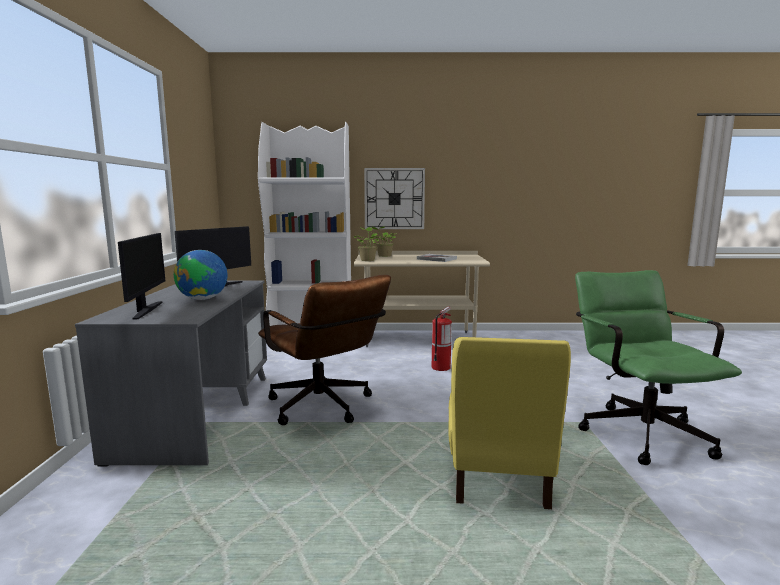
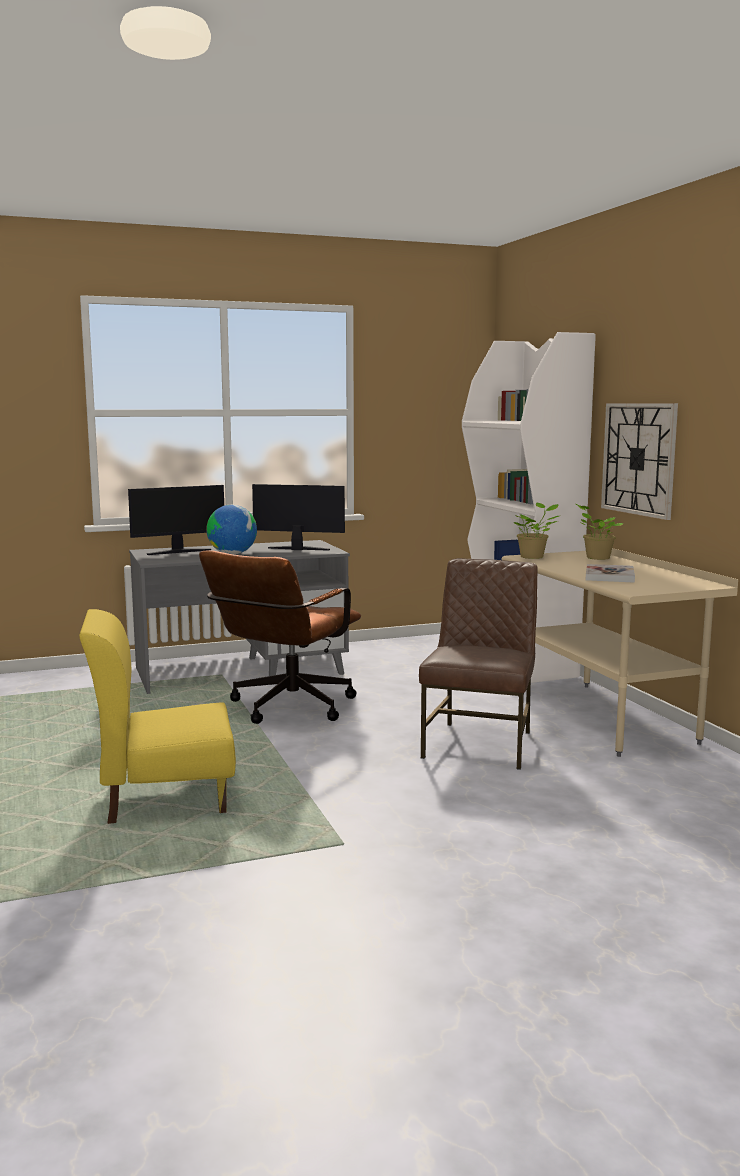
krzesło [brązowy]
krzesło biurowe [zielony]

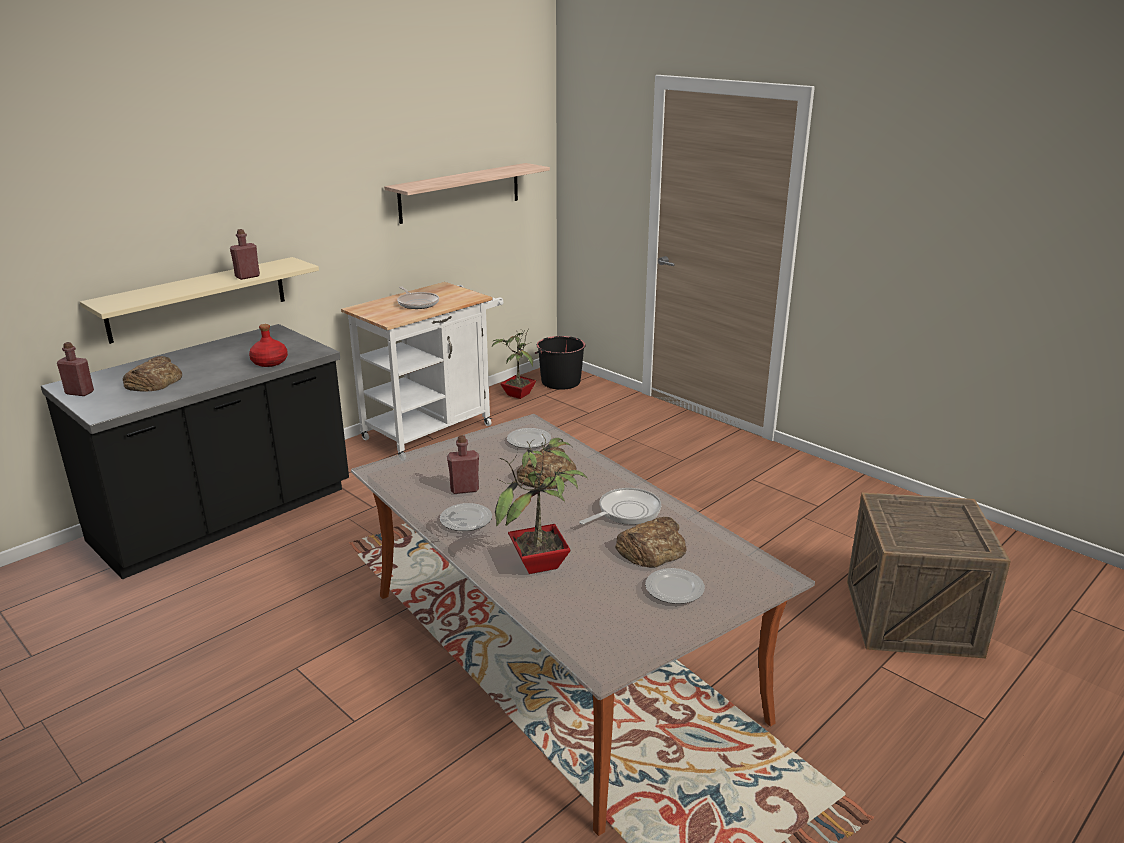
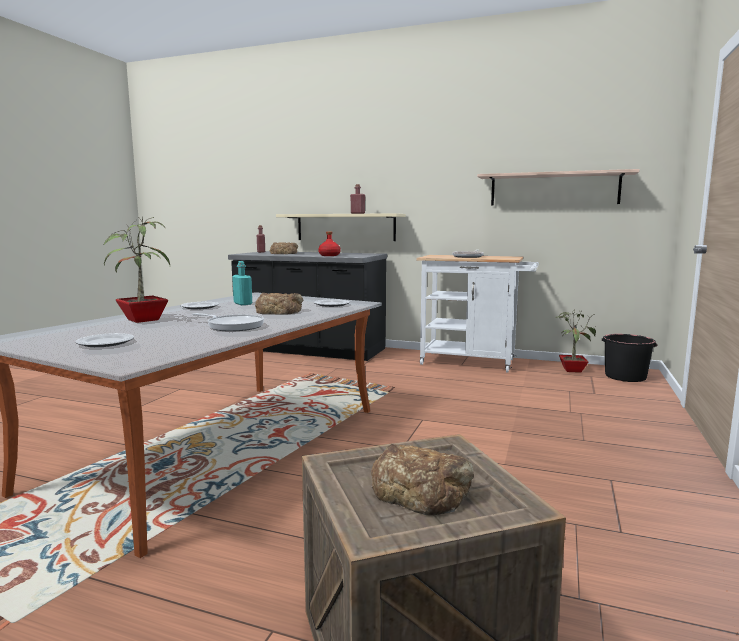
butelka [turkusowy]
chleb (no. 3 from left)

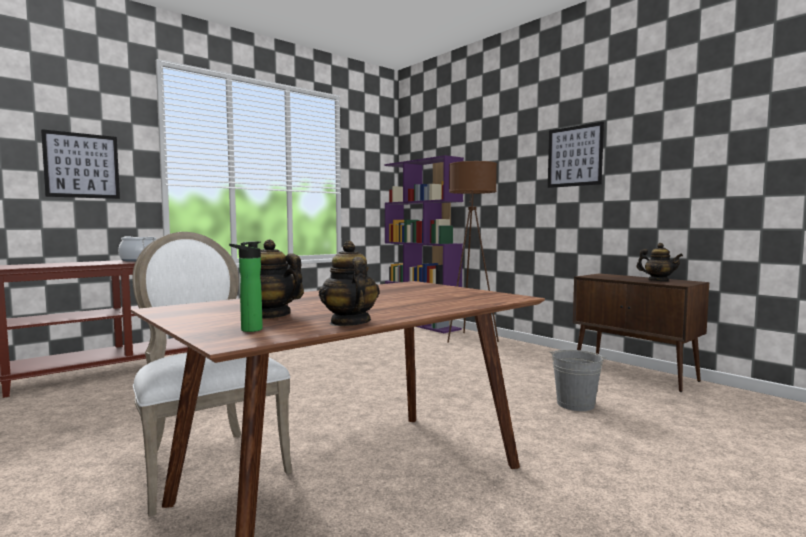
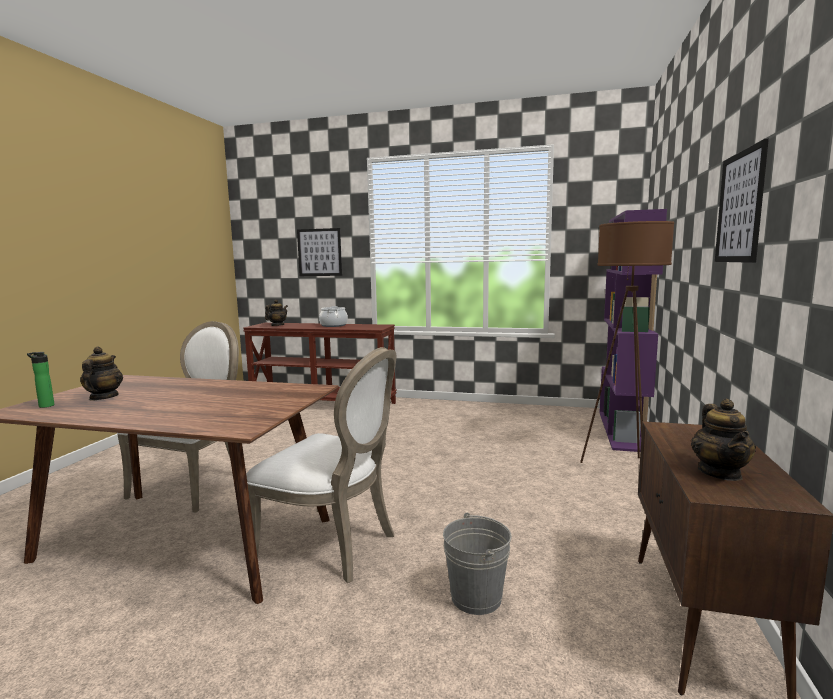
imbryk (no. 2 from left)
krzesło [biały] (no. 2 from left)

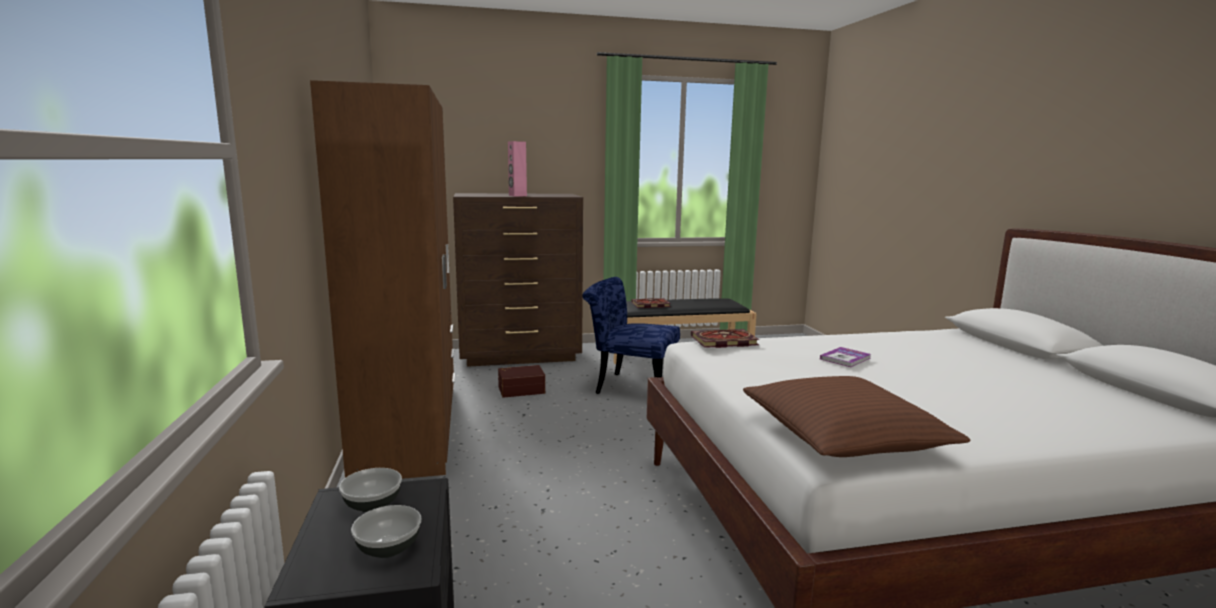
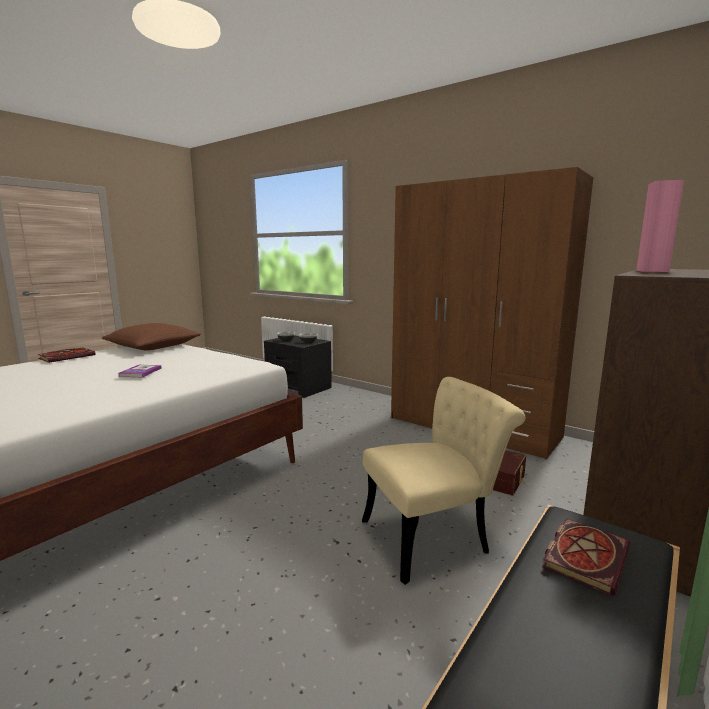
krzesło [beżowy]
książka (no. 1 from left)

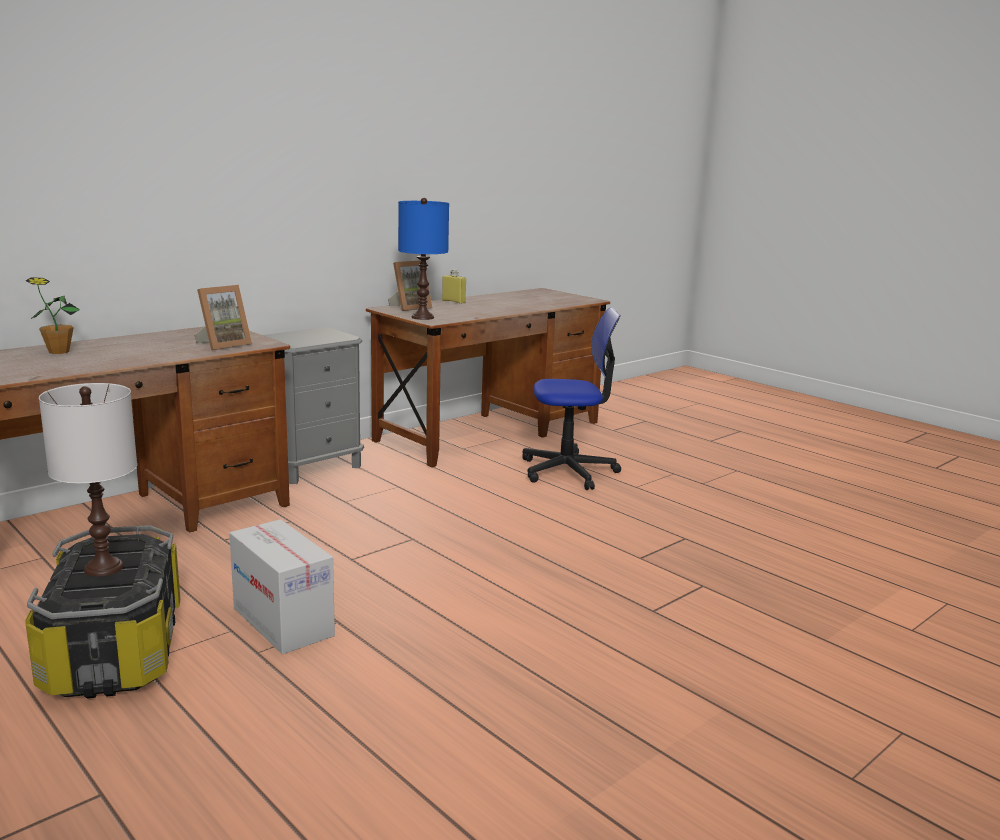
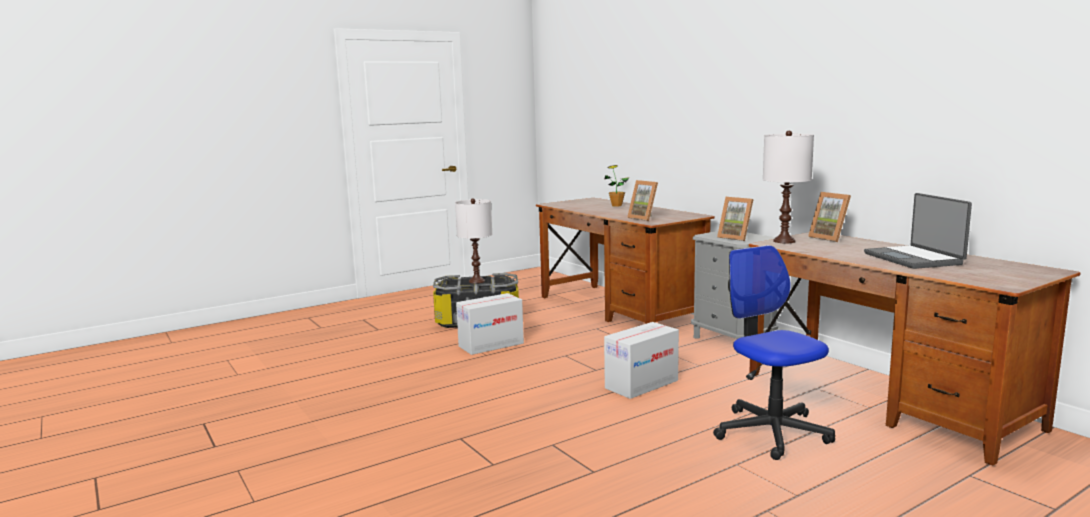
lampa stołowa [biały] (no. 2 from left)
butelka [żółty]
krzesło biurowe
karton (no. 2 from left)
ramka na zdjęcie (no. 2 from left)
laptop

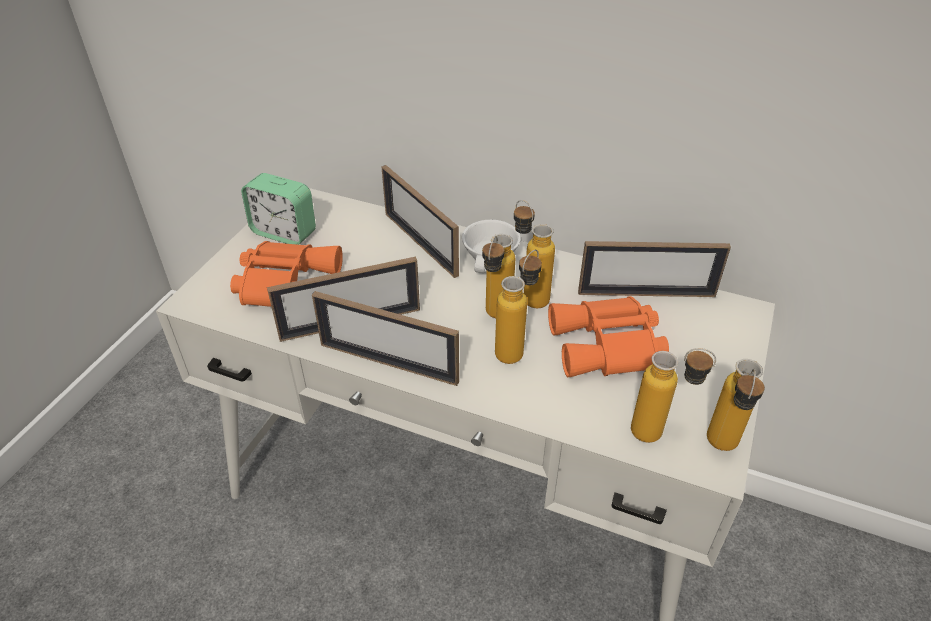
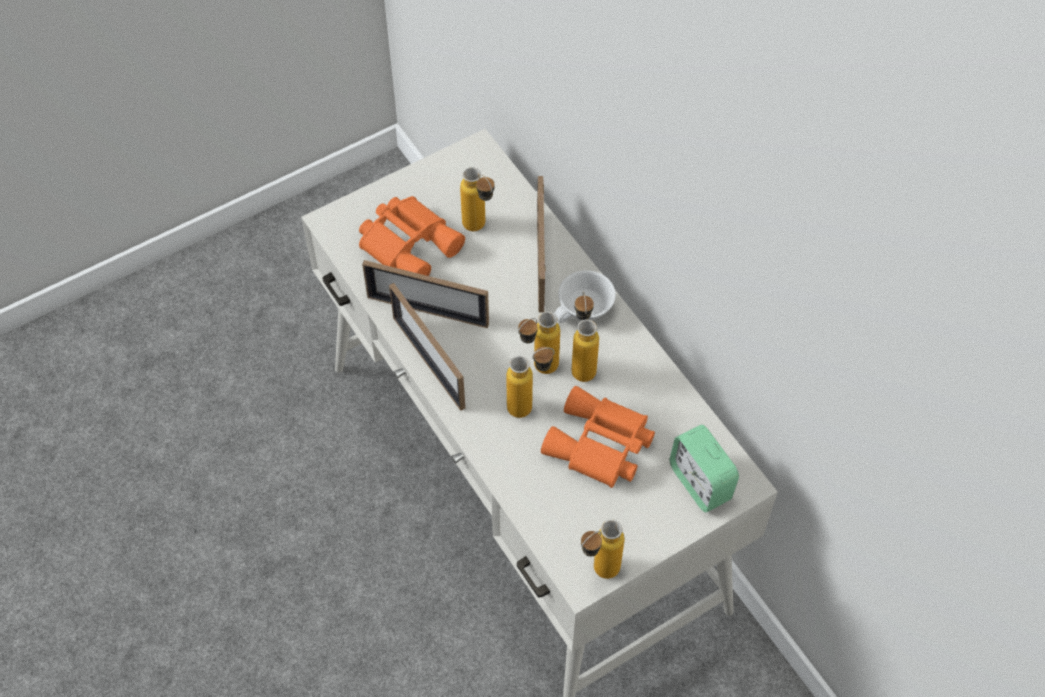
budzik
ramka na zdjęcie (no. 4 from left in the first image)
butelka (no. 1 from left)

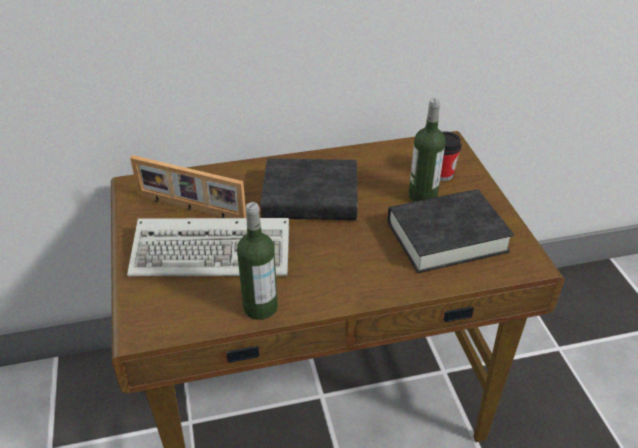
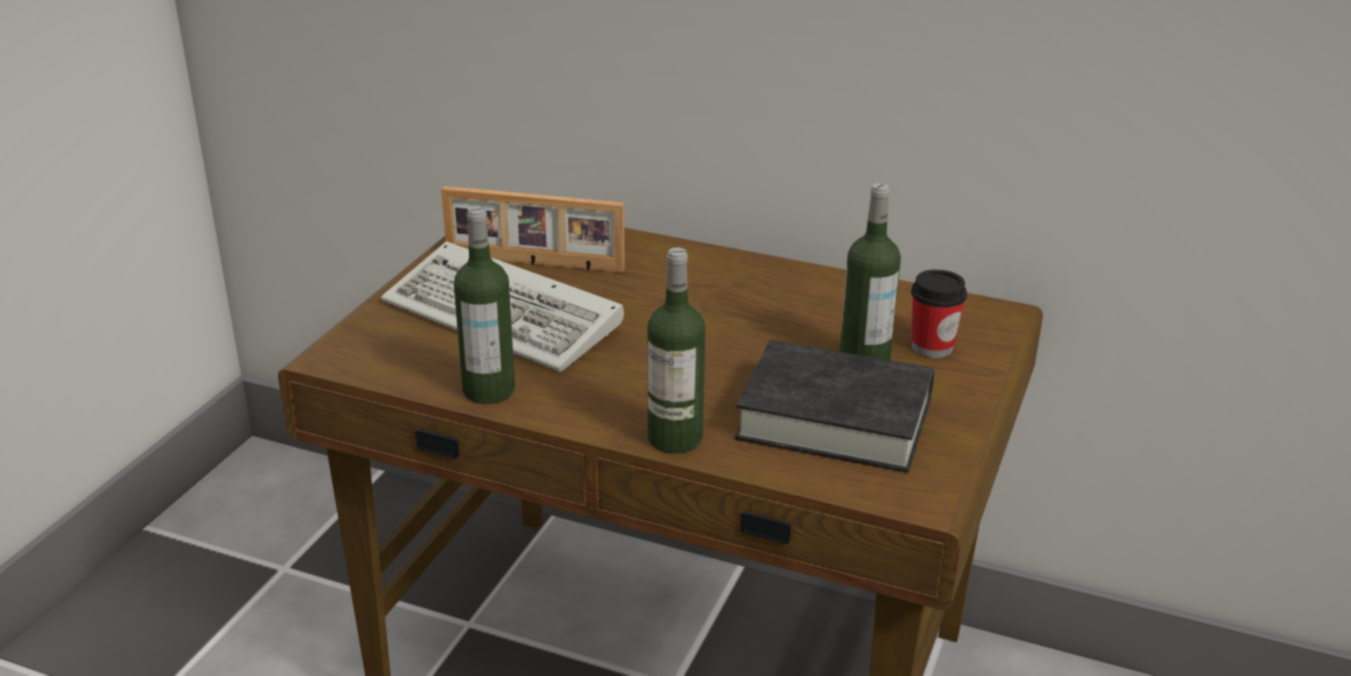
ramka na zdjęcie
książka [czarny] (no. 1 from left in the first image)
butelka (no. 2 from left)

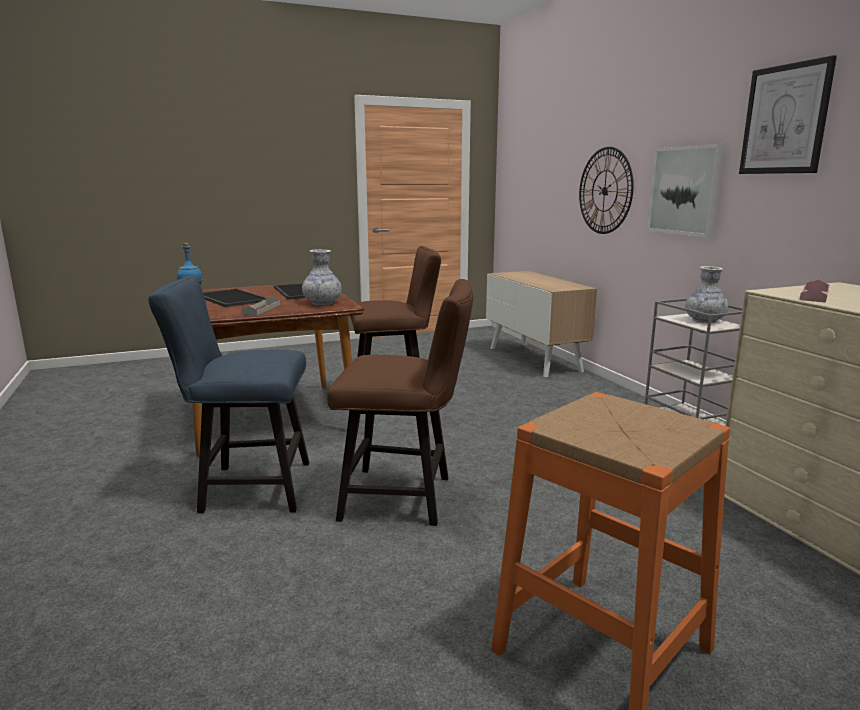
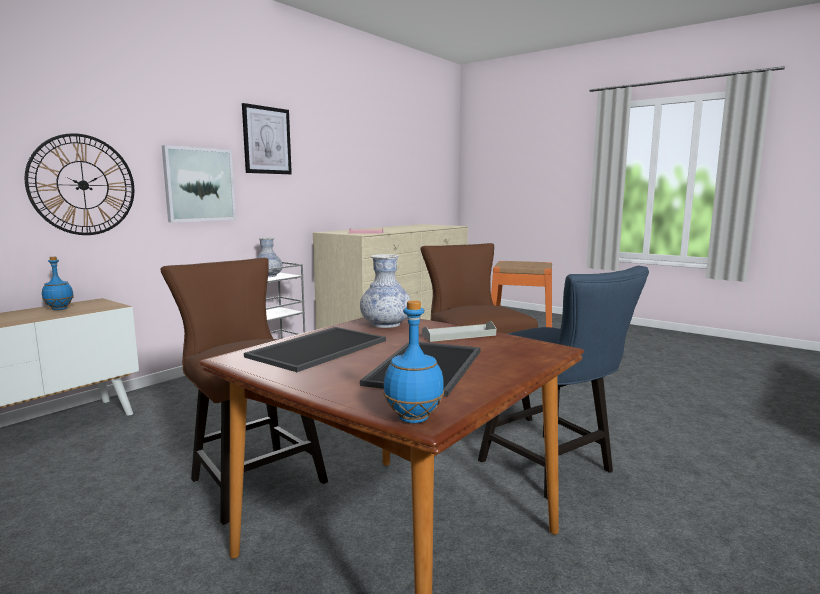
butelka [niebieski] (no. 1 from left)

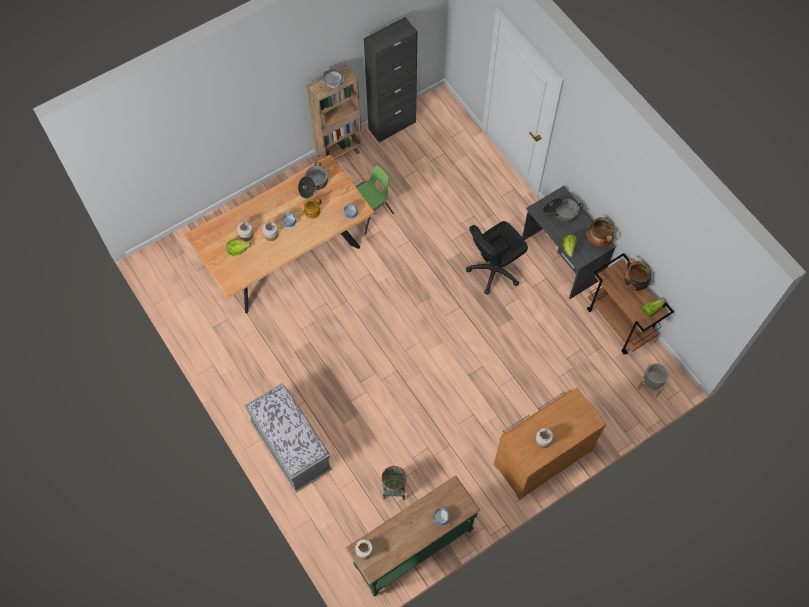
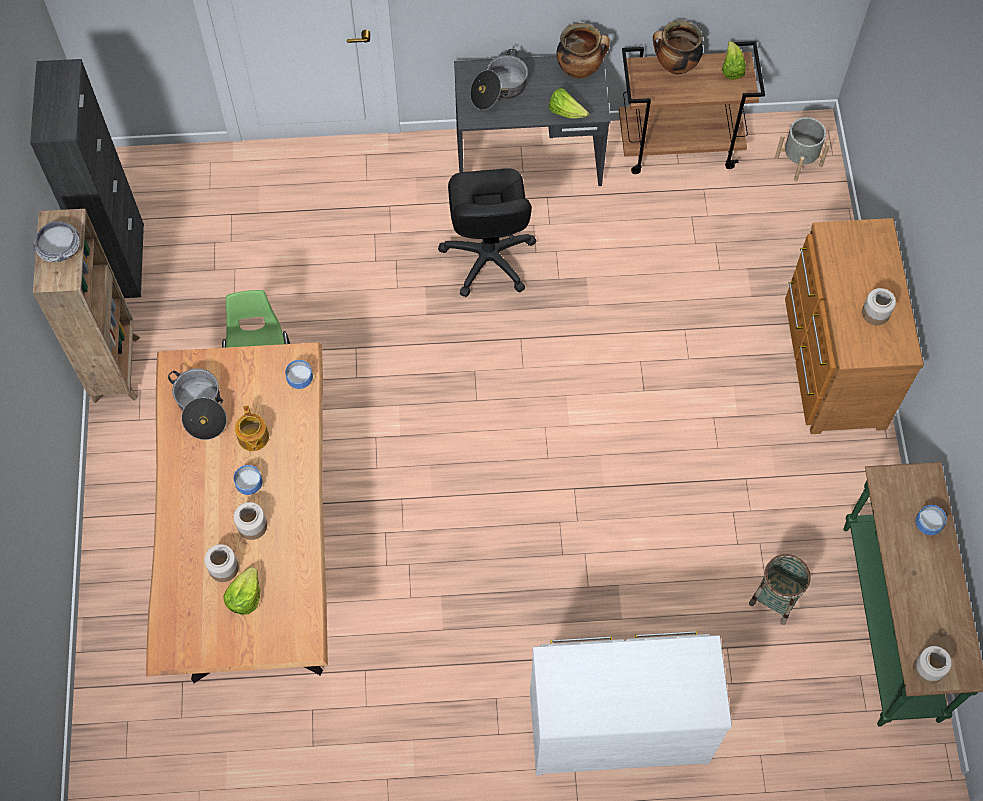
komoda [biały]

